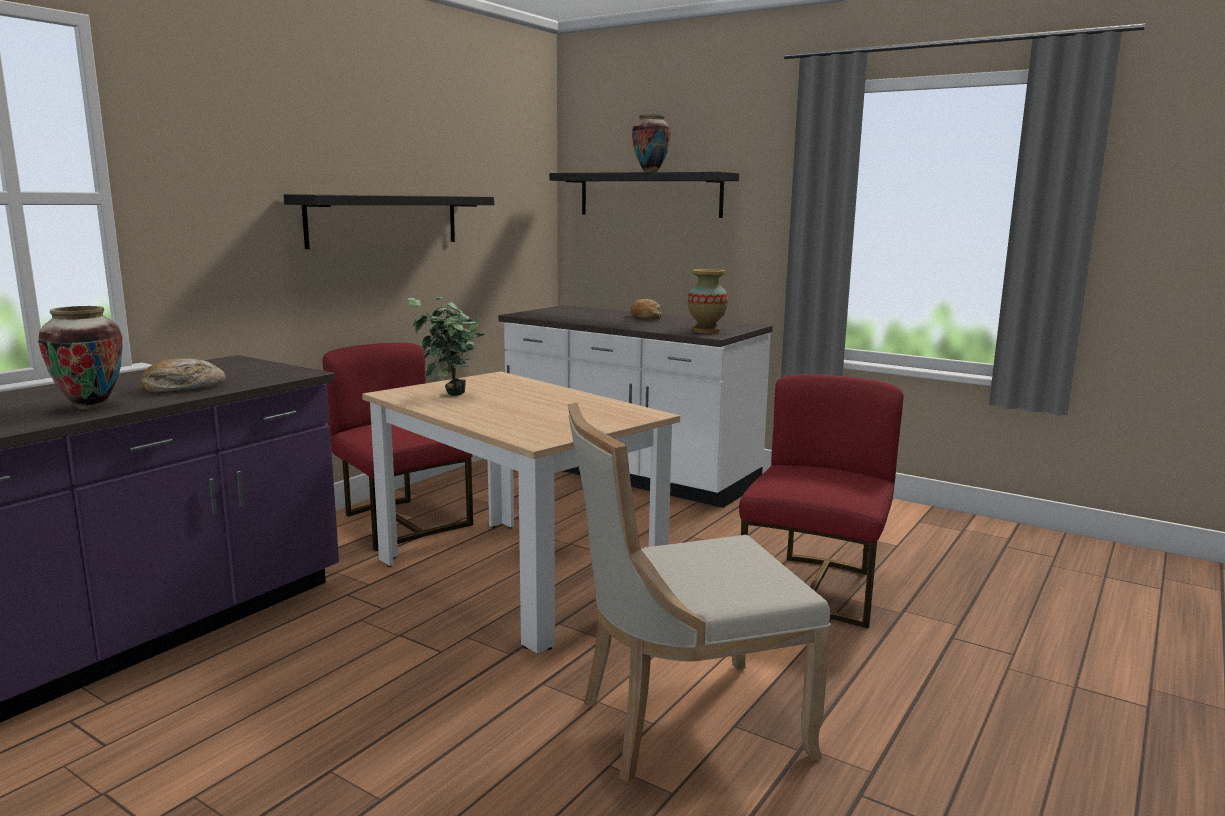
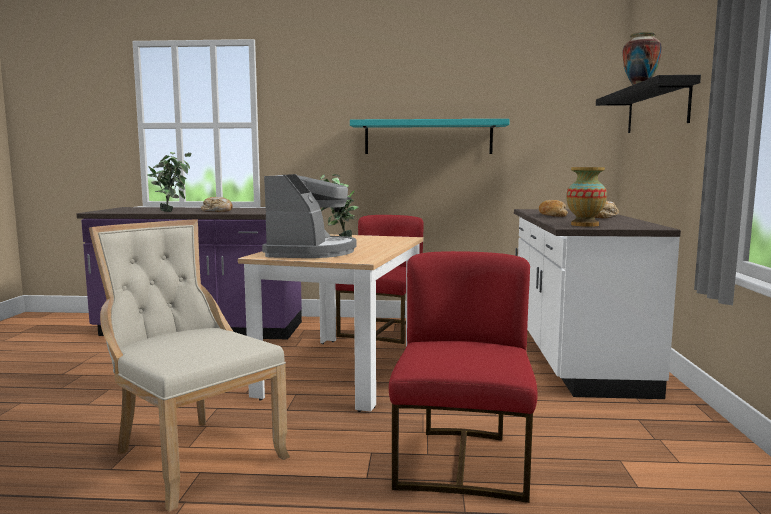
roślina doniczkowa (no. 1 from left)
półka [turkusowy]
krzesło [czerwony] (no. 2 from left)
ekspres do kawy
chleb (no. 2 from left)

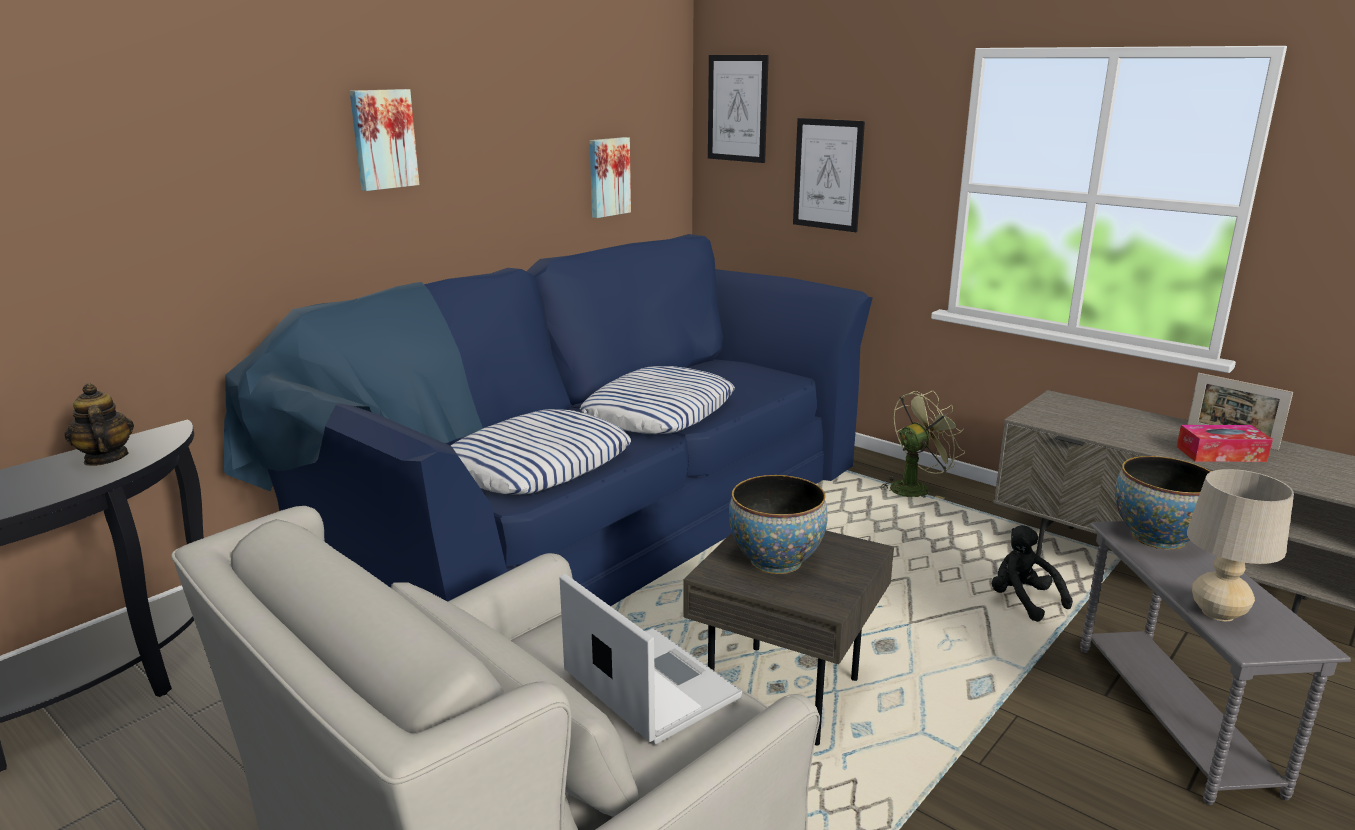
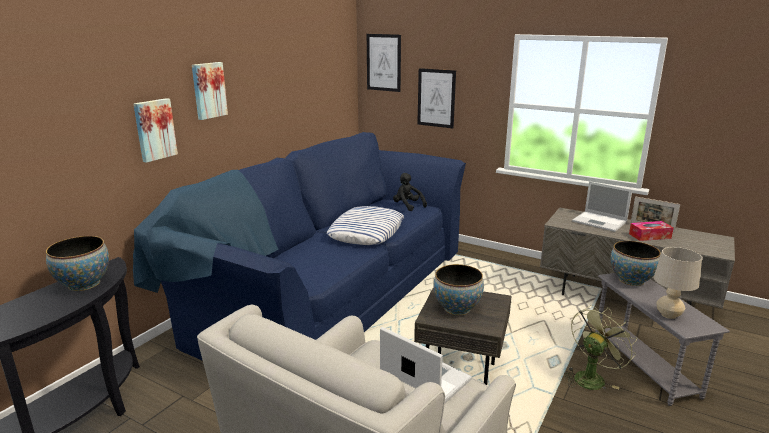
miska (no. 1 from left)
poduszka (no. 1 from left in the first image)
obraz (no. 1 from left)
wentylator [zielony]
pluszak [czarny]
laptop (no. 2 from left)

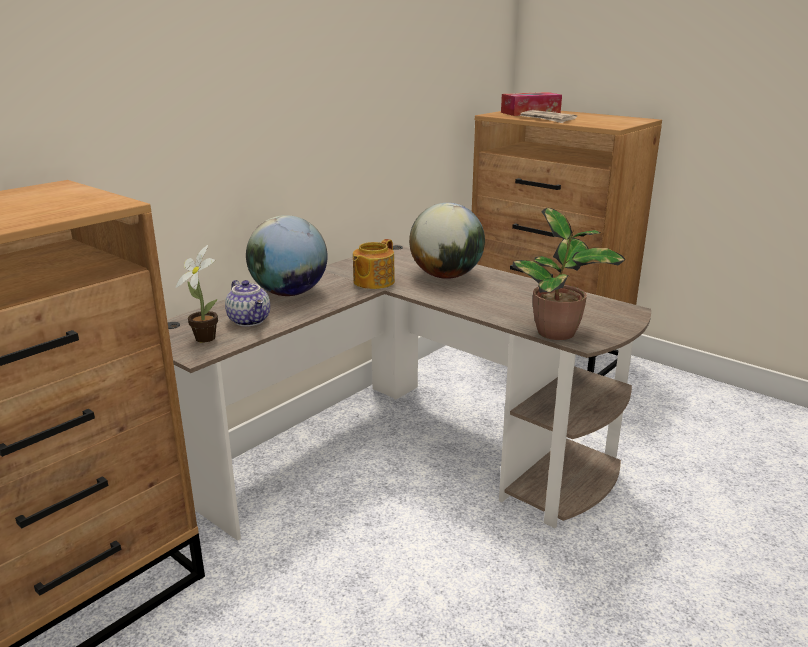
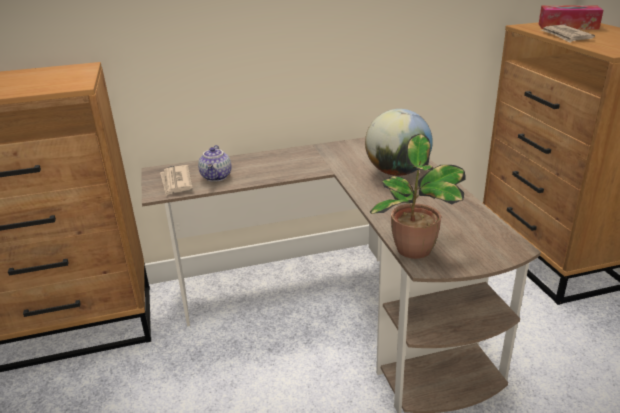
gazeta (no. 1 from left)
globus (no. 1 from left in the first image)
imbryk (no. 2 from left in the first image)

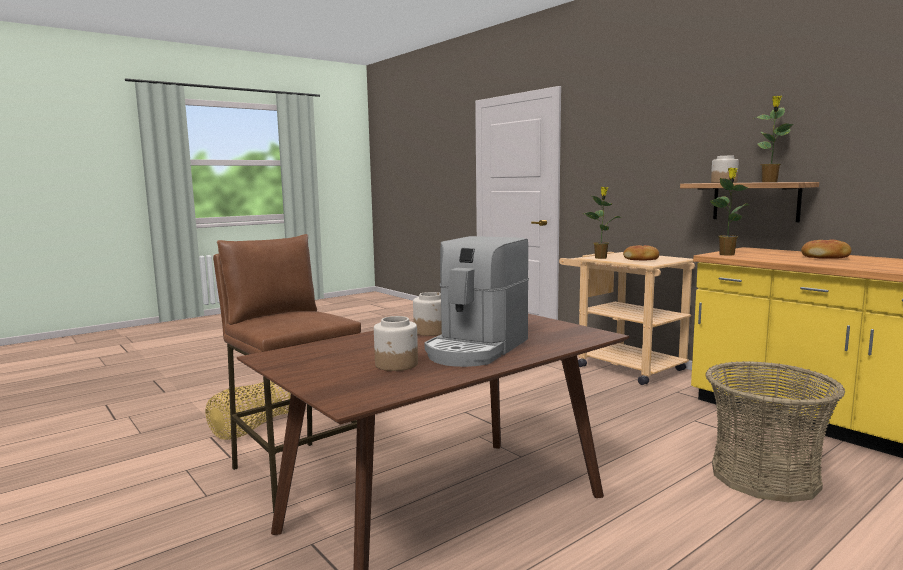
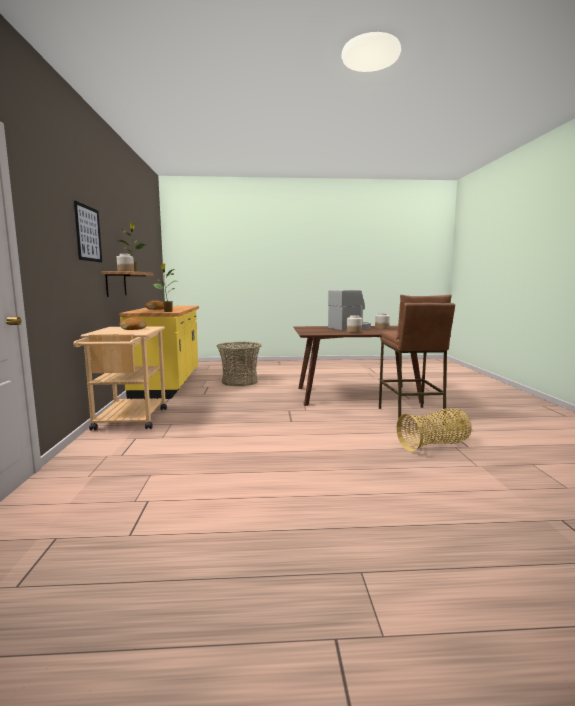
roślina doniczkowa (no. 1 from left in the first image)
obraz

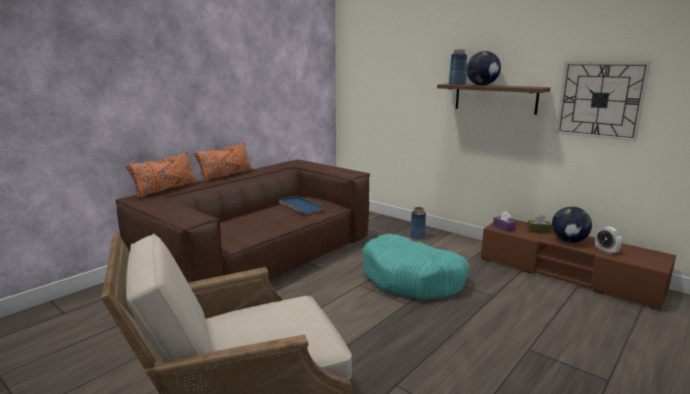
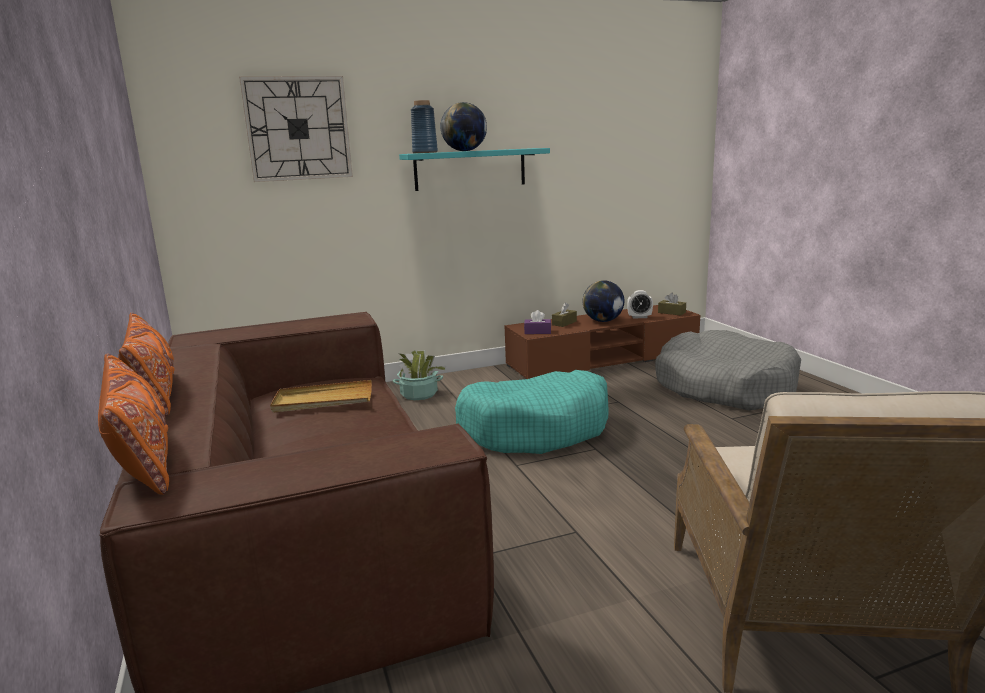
taca [beżowy]
roślina doniczkowa
półka [turkusowy]
zegar ścienny
legowisko [szary]
pudełko chusteczek [brązowy] (no. 2 from left)

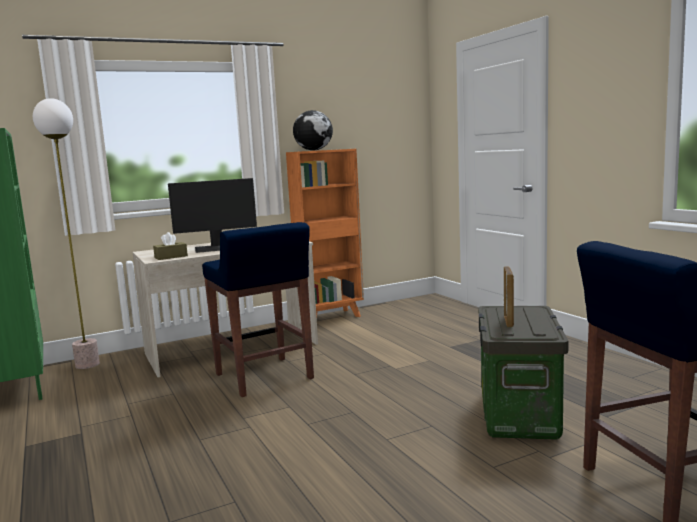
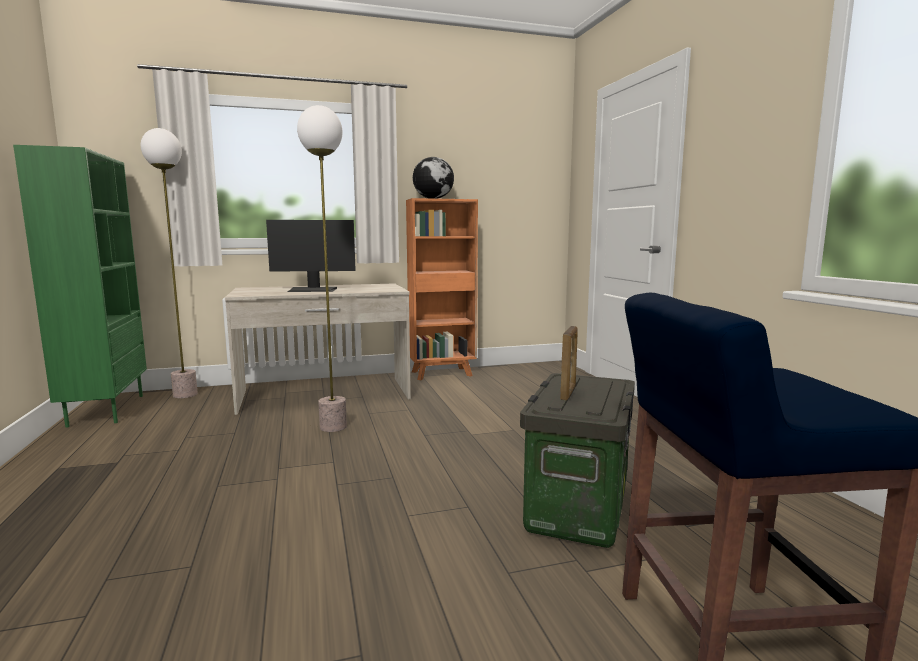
pudełko chusteczek [brązowy]
lampa stojąca (no. 2 from left)

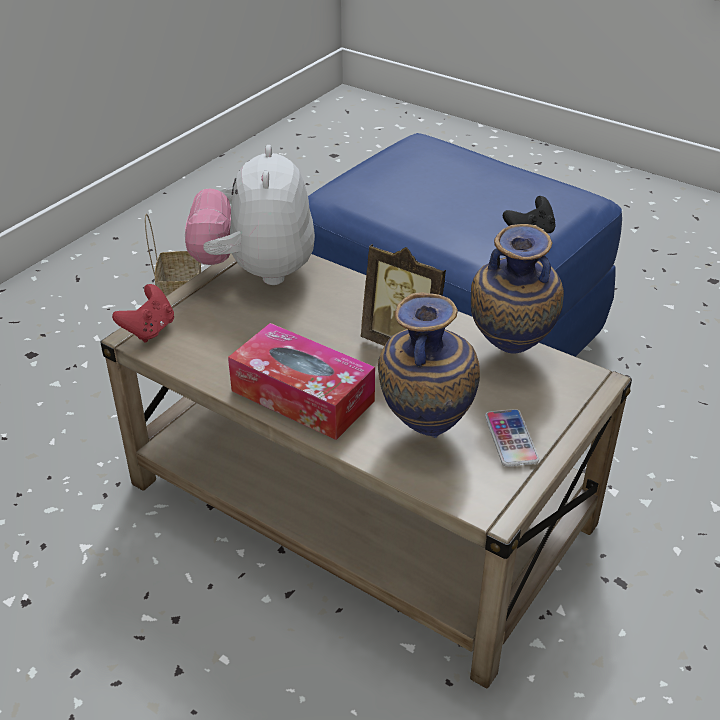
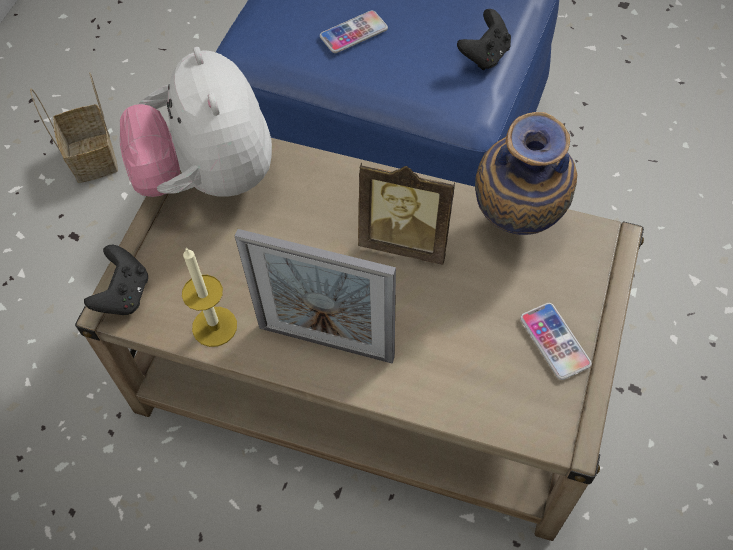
pad do gier [czarny] (no. 1 from left)
ramka na zdjęcie (no. 1 from left)
wazon (no. 1 from left in the first image)
świeca
telefon (no. 1 from left)

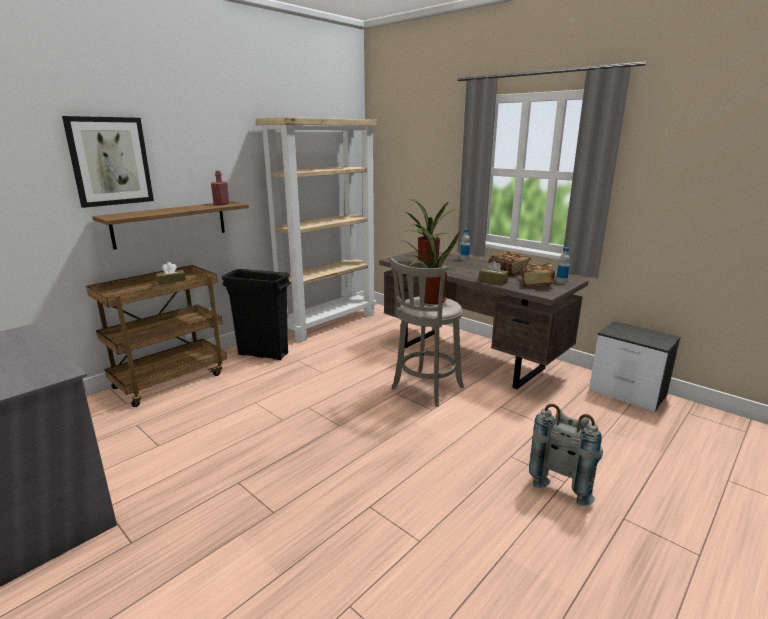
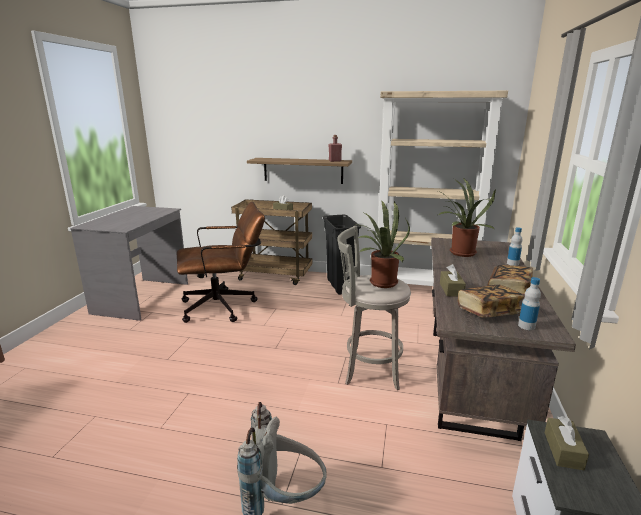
obraz
krzesło biurowe [brązowy]
pudełko chusteczek [brązowy] (no. 3 from left)

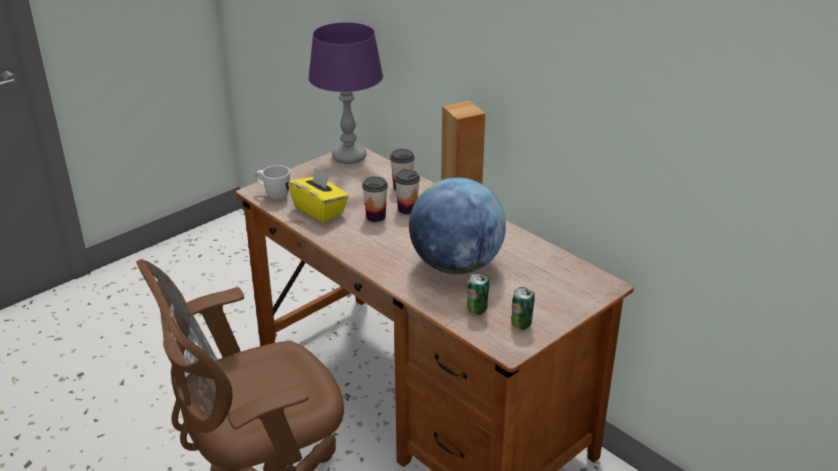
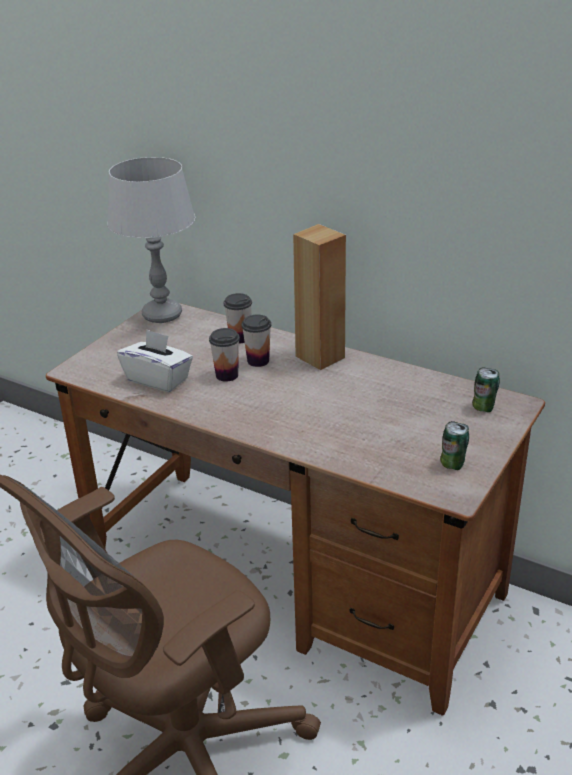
kubek [biały]
pudełko chusteczek [biały]
lampa stołowa [szary]
globus
puszka (no. 2 from left)

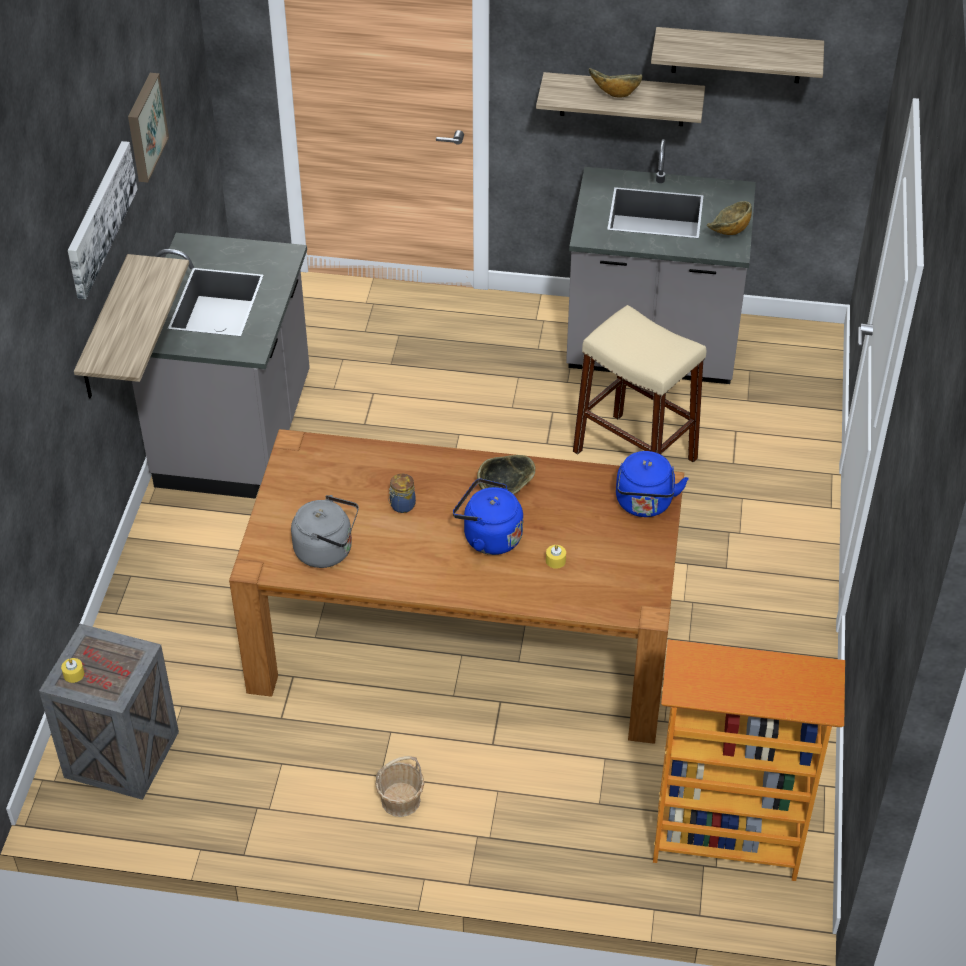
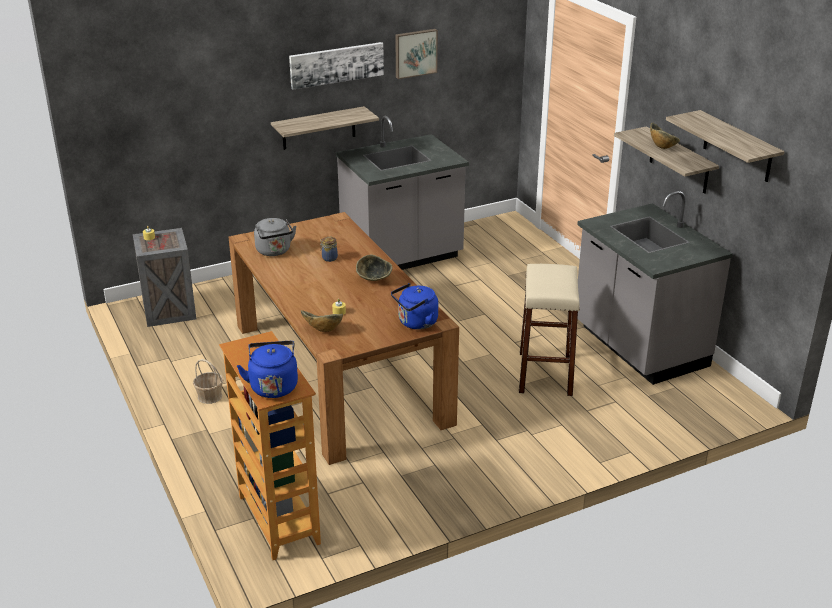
czajnik [niebieski] (no. 1 from left)
miska (no. 1 from left)

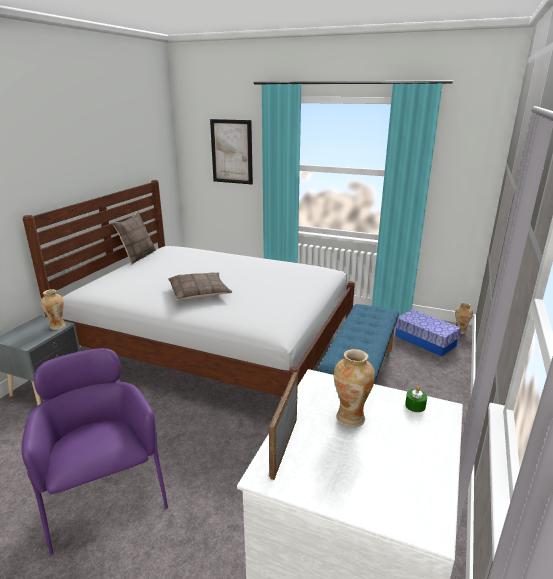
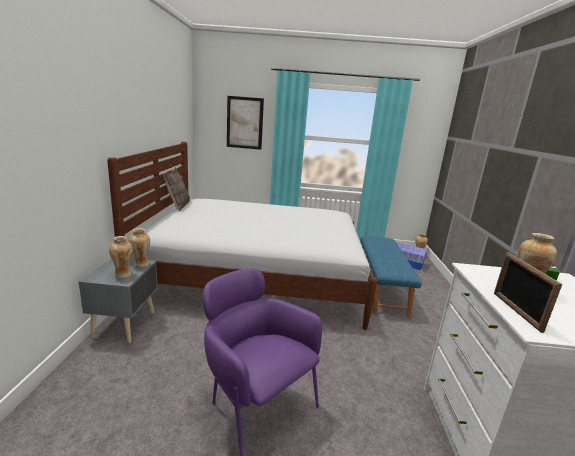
poduszka (no. 2 from left in the first image)
wazon (no. 1 from left)

